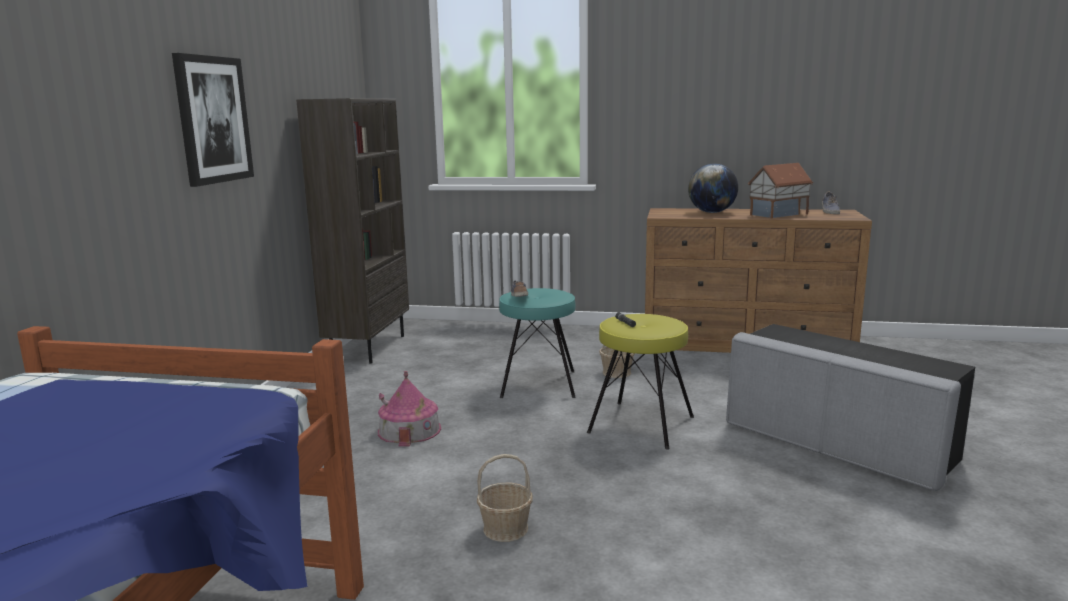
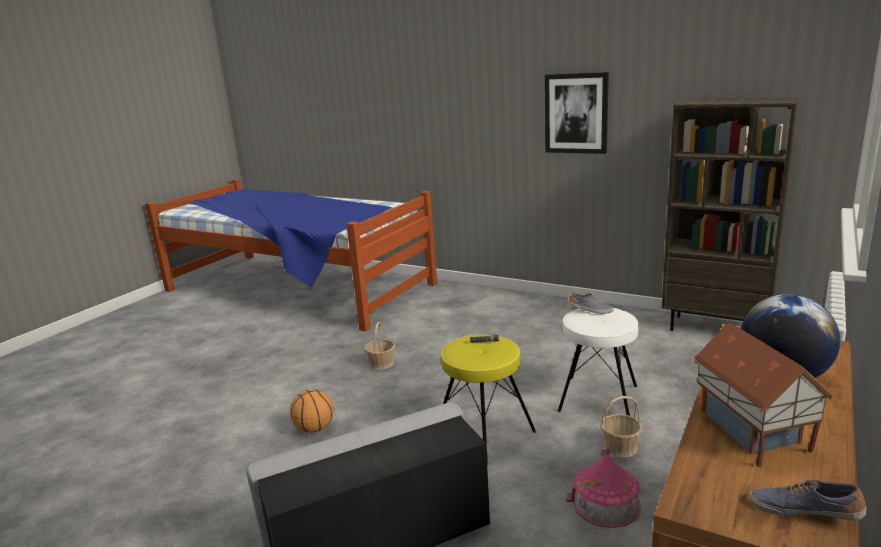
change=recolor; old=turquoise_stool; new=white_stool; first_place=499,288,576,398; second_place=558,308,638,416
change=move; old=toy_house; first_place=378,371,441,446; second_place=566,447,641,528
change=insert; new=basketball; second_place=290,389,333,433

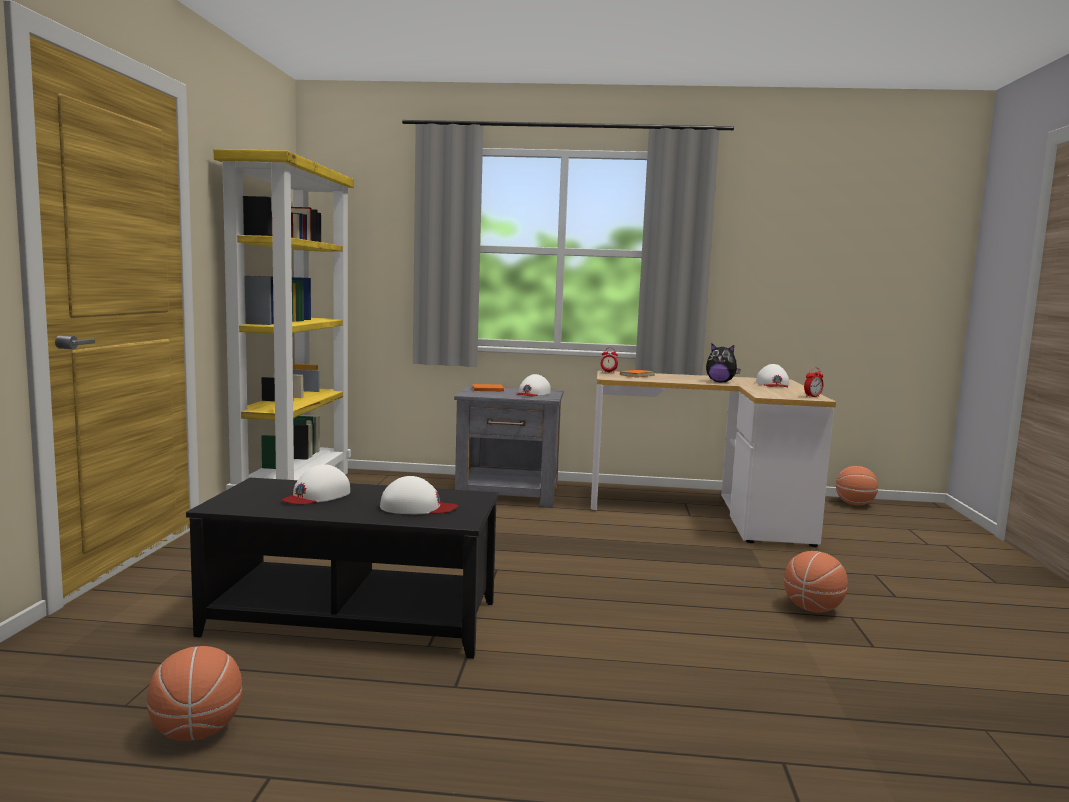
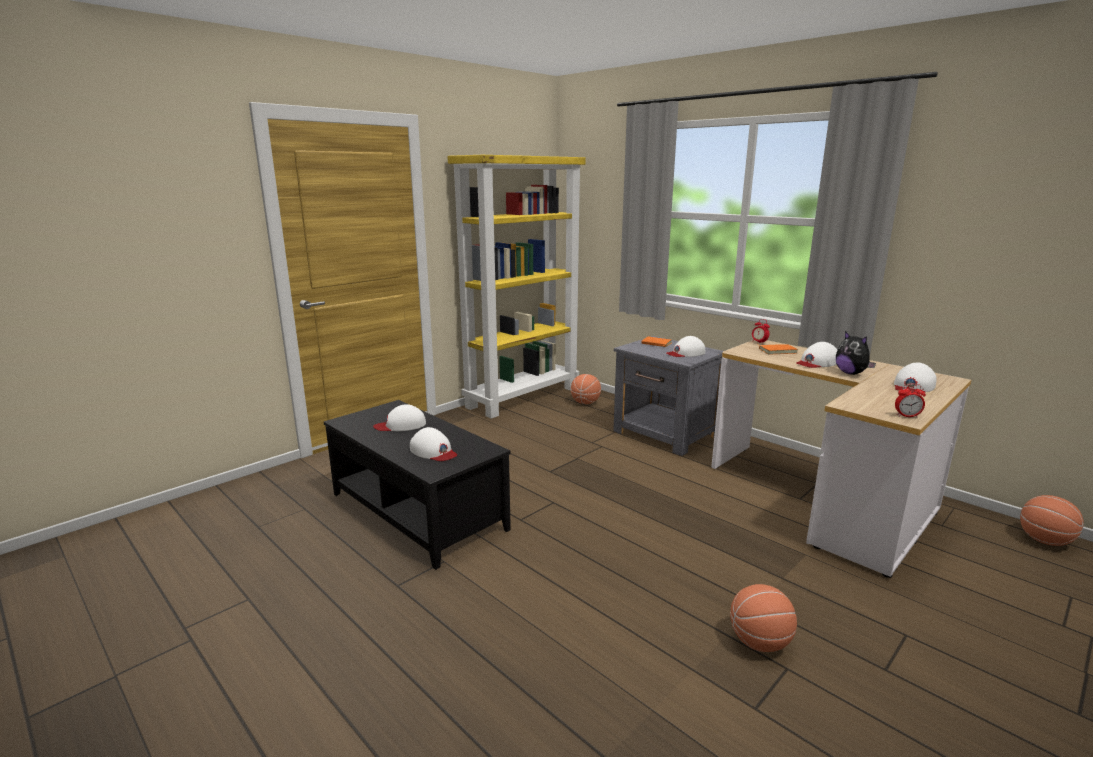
change=move; old=basketball; first_place=147,646,242,741; second_place=571,374,601,404
change=insert; new=white_cap; second_place=796,342,837,368

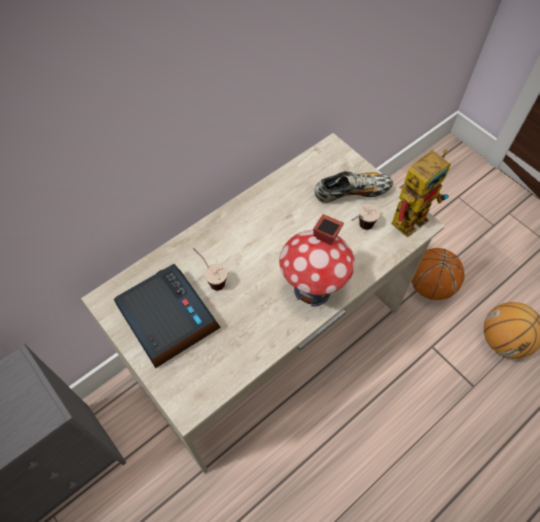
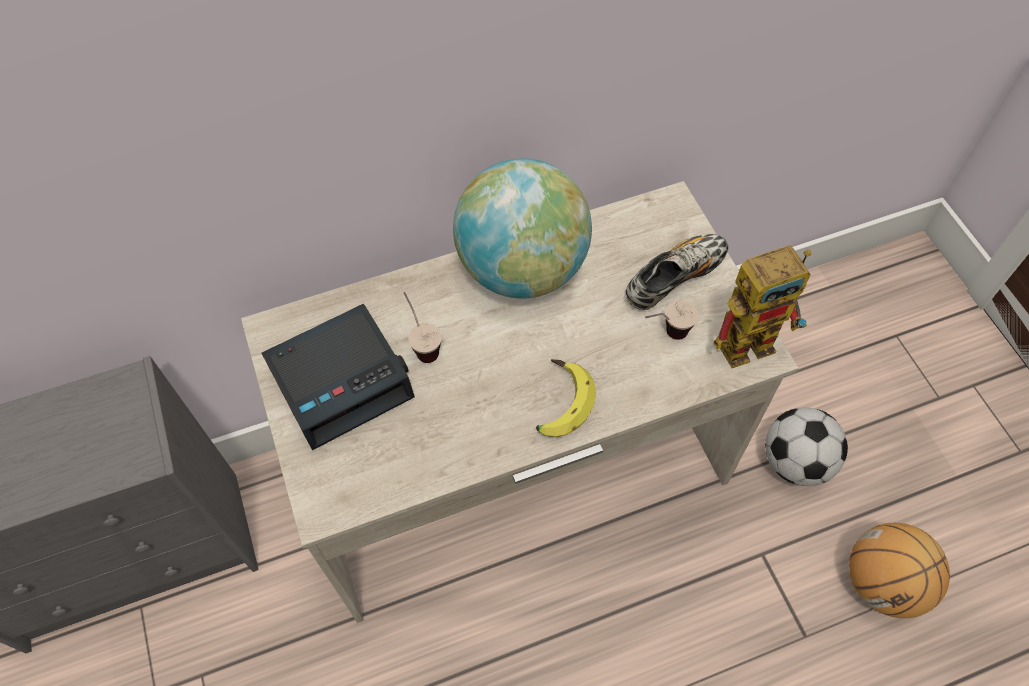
change=rotate; old=shoe; first_place=315,171,393,203; second_place=626,234,728,310; degrees=-45
change=replace; old=toy_house; new=banana; first_place=279,214,355,307; second_place=536,359,596,437
change=replace; old=basketball; new=football; first_place=412,248,465,300; second_place=765,407,848,486
change=rotate; old=alarm_clock; first_place=114,264,221,368; second_place=261,304,415,450; degrees=75
change=insert; new=globe; second_place=453,158,592,298

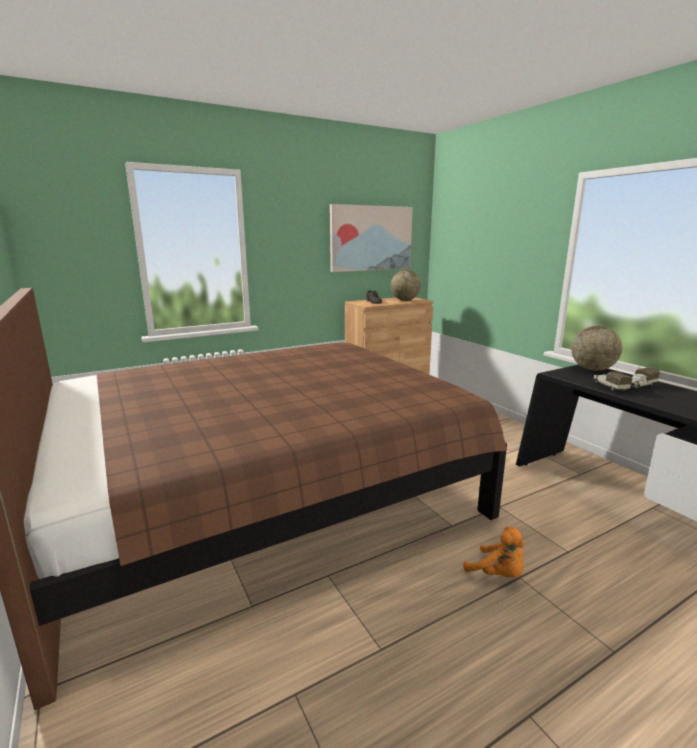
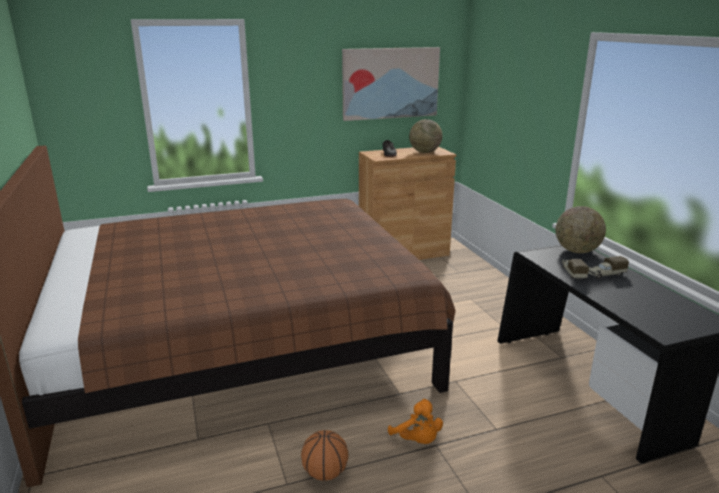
change=insert; new=basketball; second_place=301,430,349,481

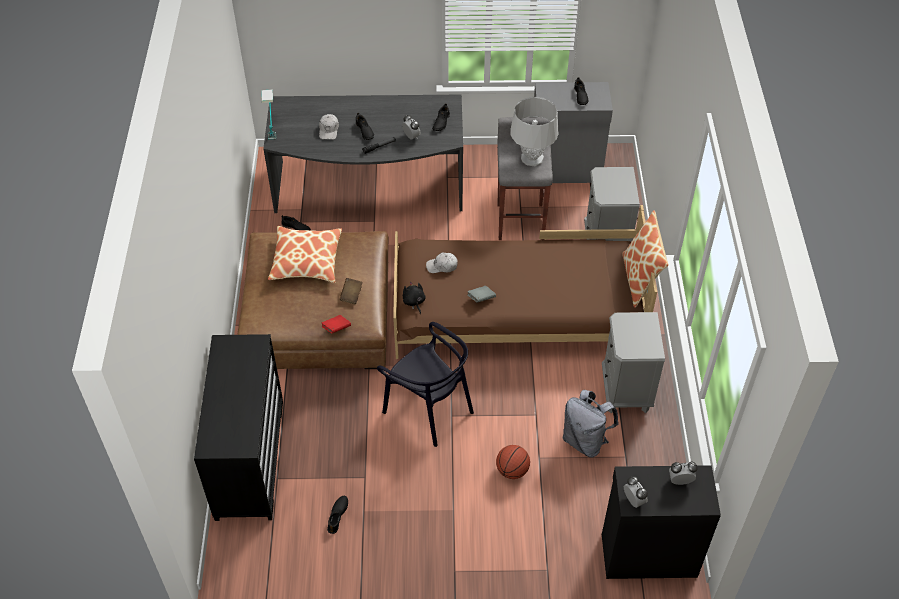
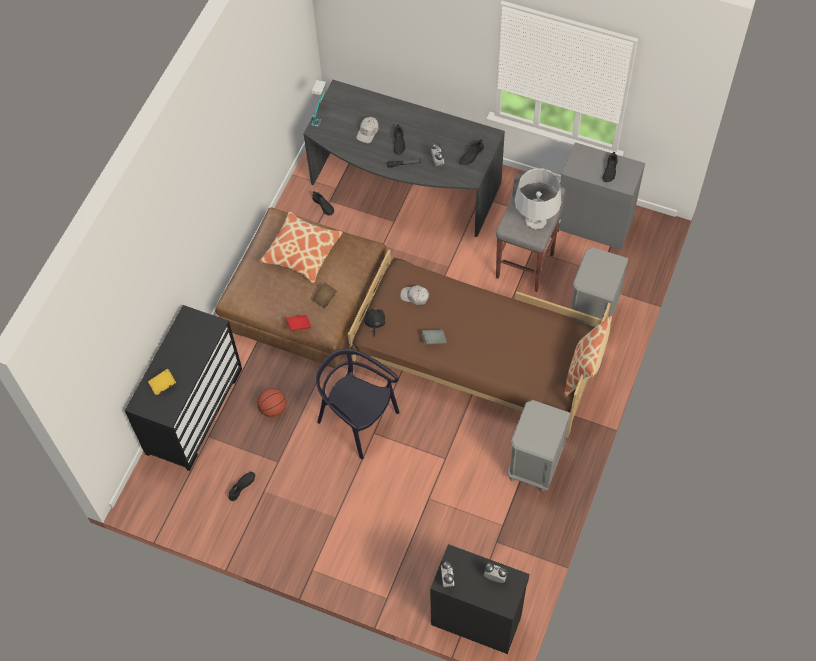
change=rotate; old=black_chair; first_place=377,322,474,447; second_place=316,349,400,459; degrees=150
change=delete; old=grey_backpack; first_place=563,390,619,457
change=move; old=basketball; first_place=496,445,530,479; second_place=257,388,287,417
change=insert; new=yellow_book; second_place=148,369,176,395

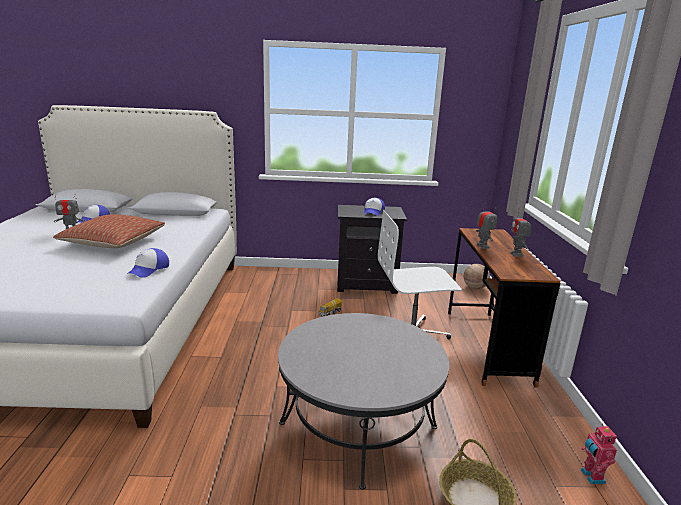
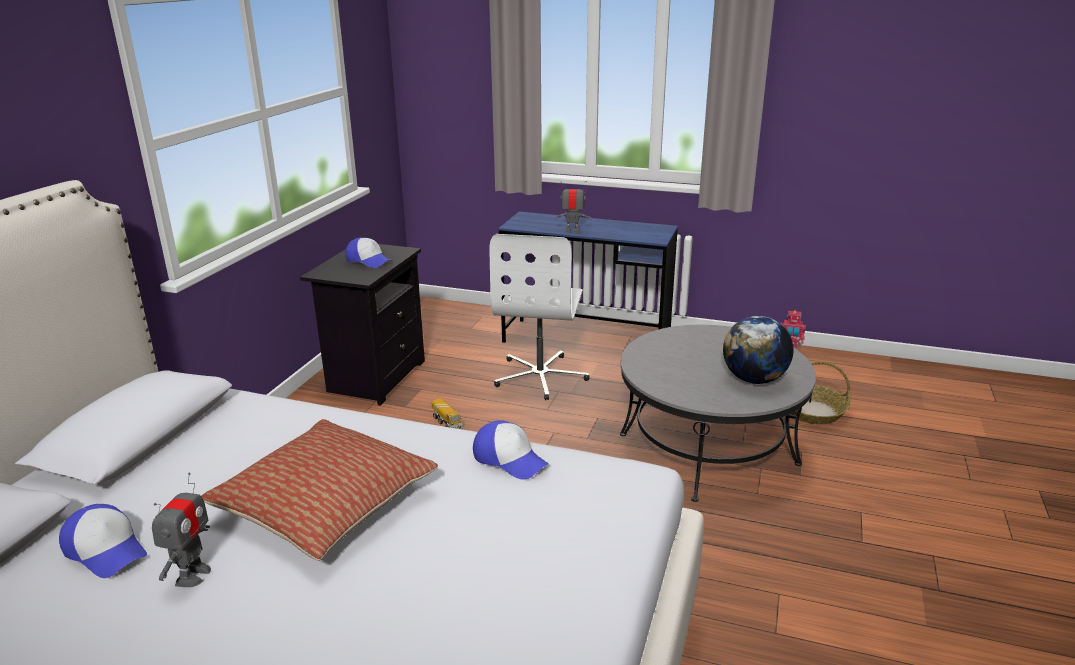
change=delete; old=toy_robot; first_place=510,208,532,257
change=recolor; old=brown_desk; new=blue_desk; first_place=448,228,560,388; second_place=499,212,678,343
change=delete; old=basketball; first_place=464,264,490,289
change=insert; new=globe; second_place=723,316,794,384

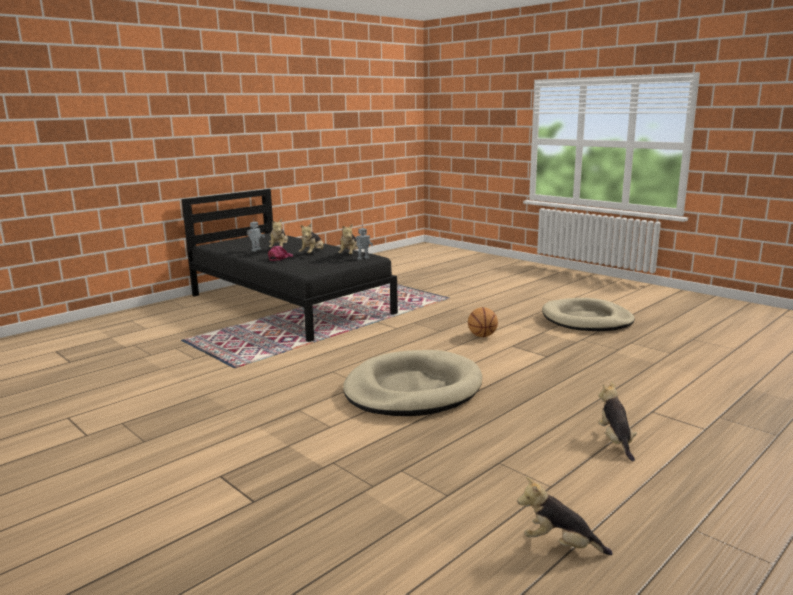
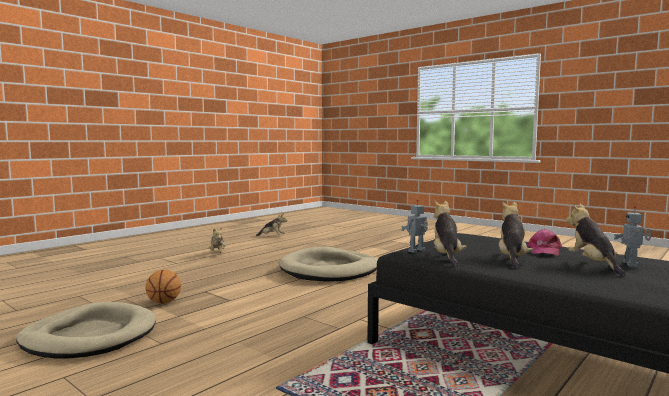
change=move; old=basketball; first_place=468,307,498,337; second_place=145,270,181,304

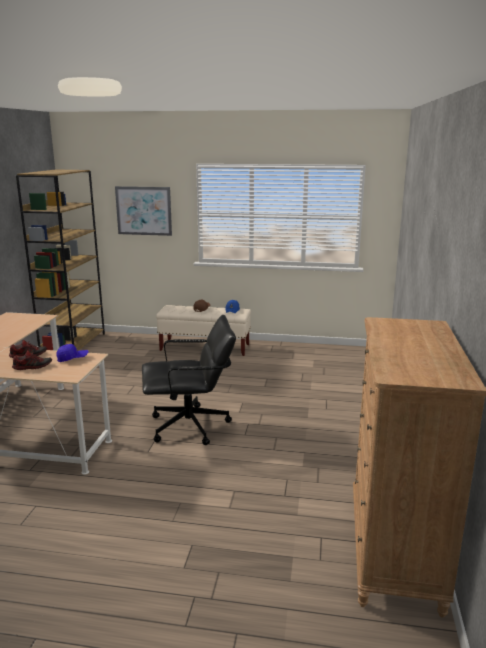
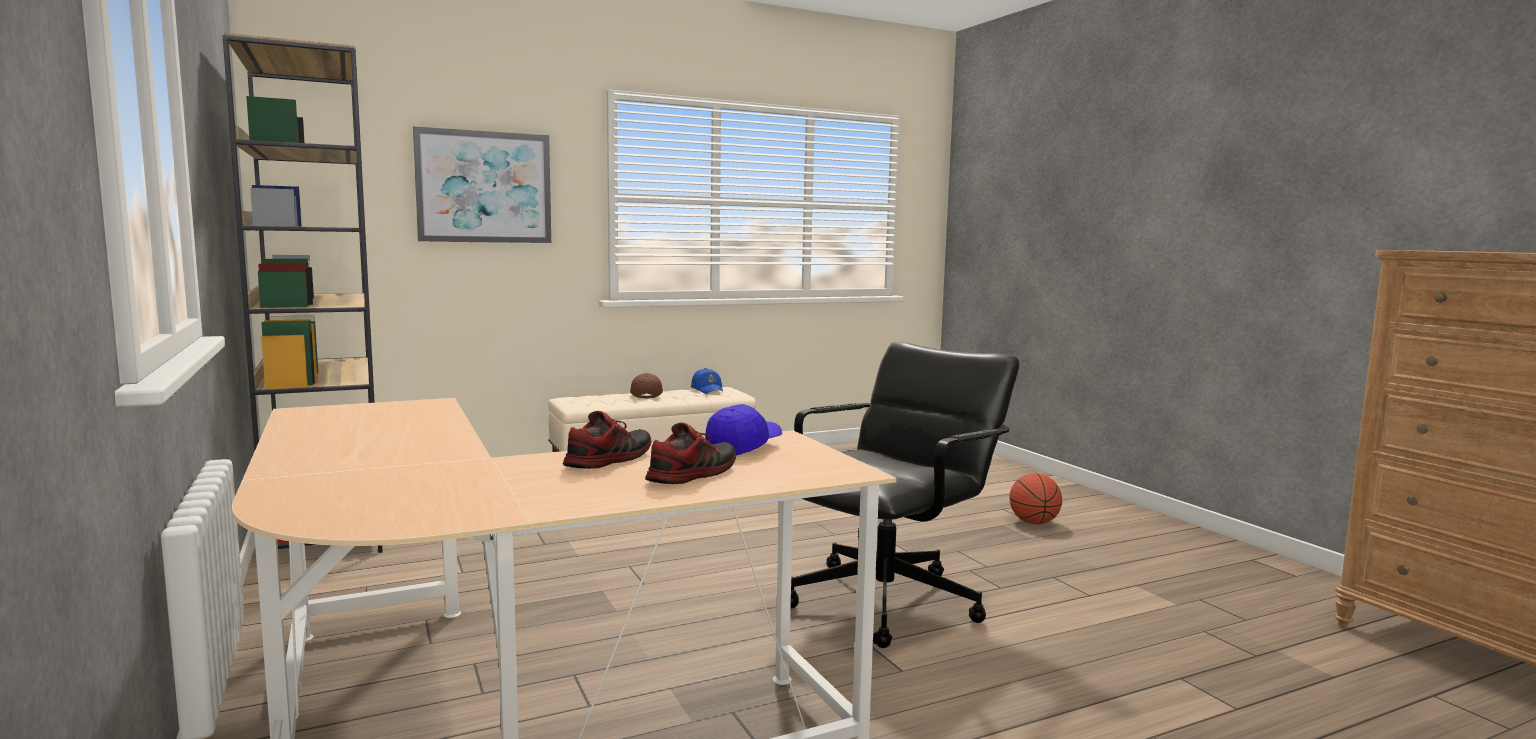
change=insert; new=basketball; second_place=1009,473,1062,525

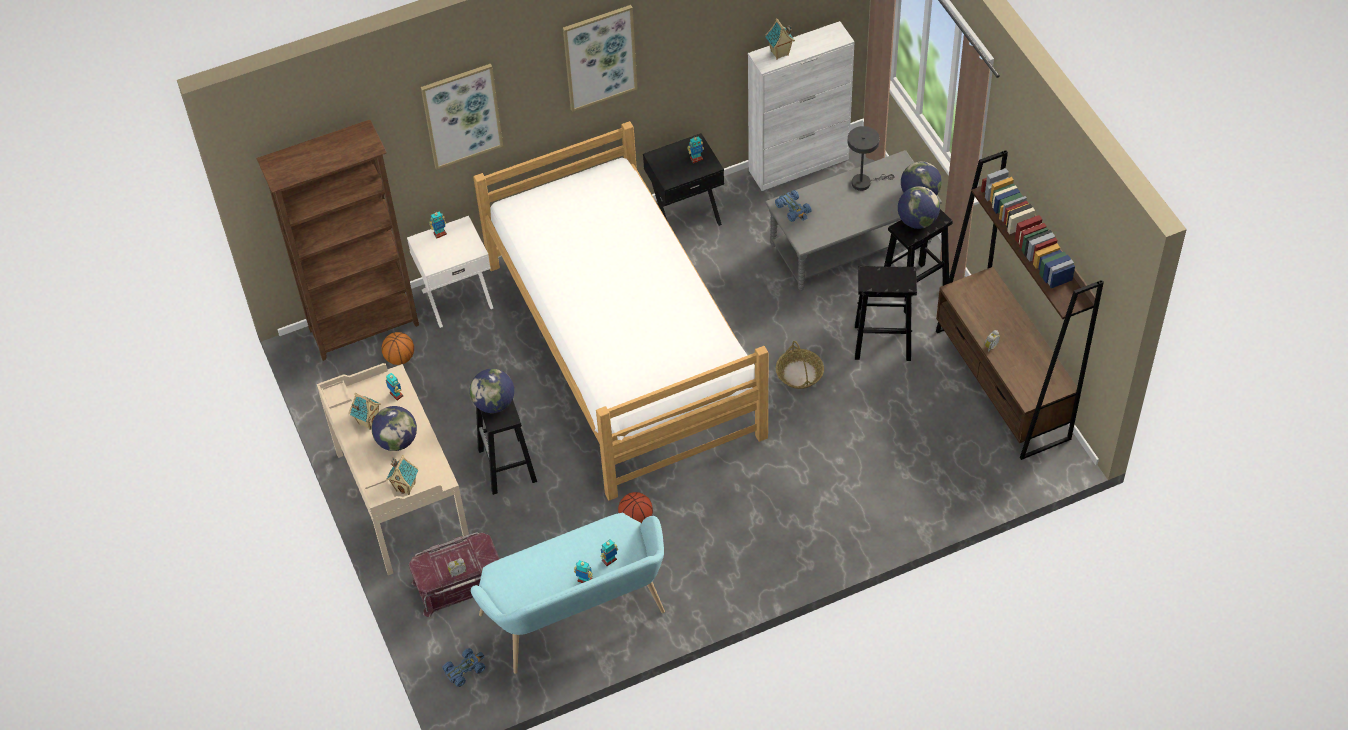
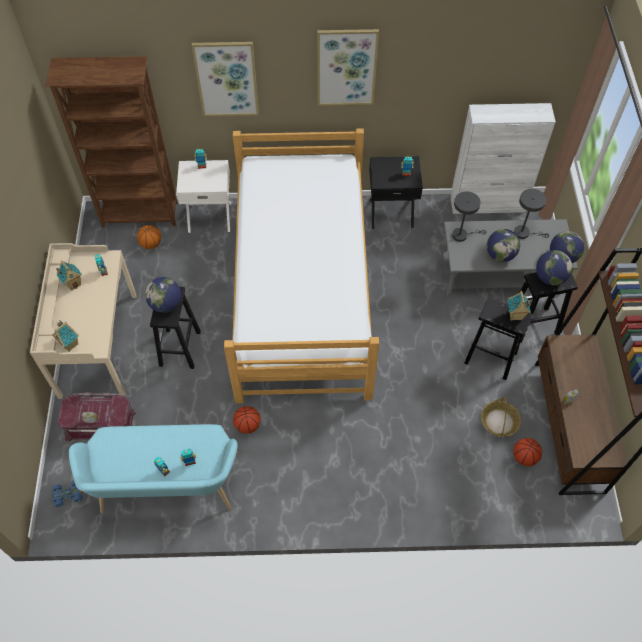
change=move; old=toy_house; first_place=766,18,795,60; second_place=507,290,531,321
change=replace; old=blue_toy_car; new=grey_table_lamp; first_place=775,190,812,222; second_place=452,191,486,242
change=move; old=basket; first_place=776,341,824,389; second_place=481,396,521,437
change=move; old=globe; first_place=372,406,417,451; second_place=487,229,520,262
change=insert; new=basketball; second_place=513,438,542,466

